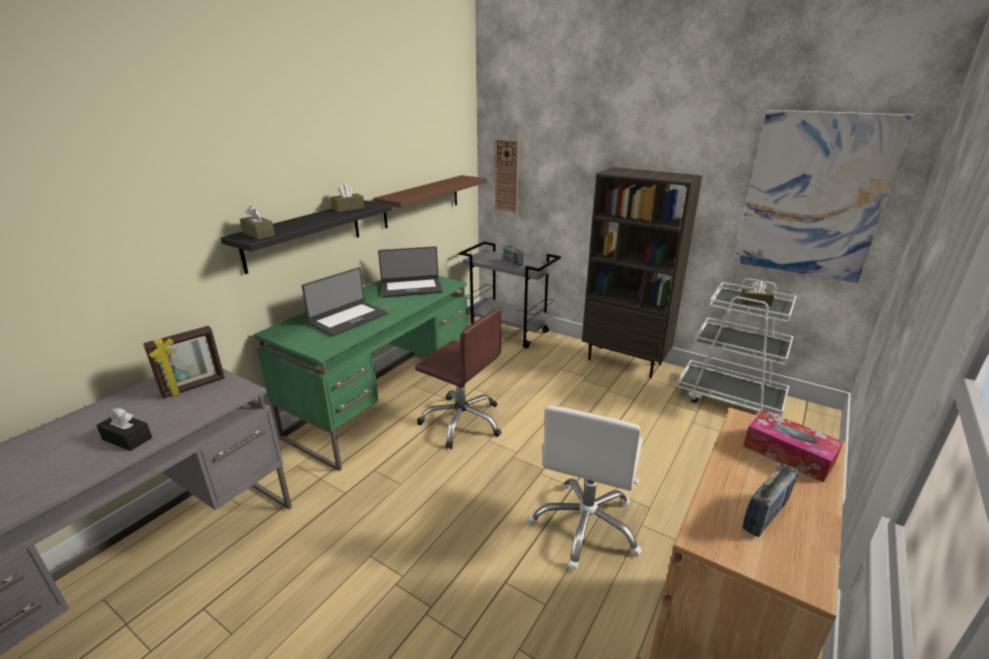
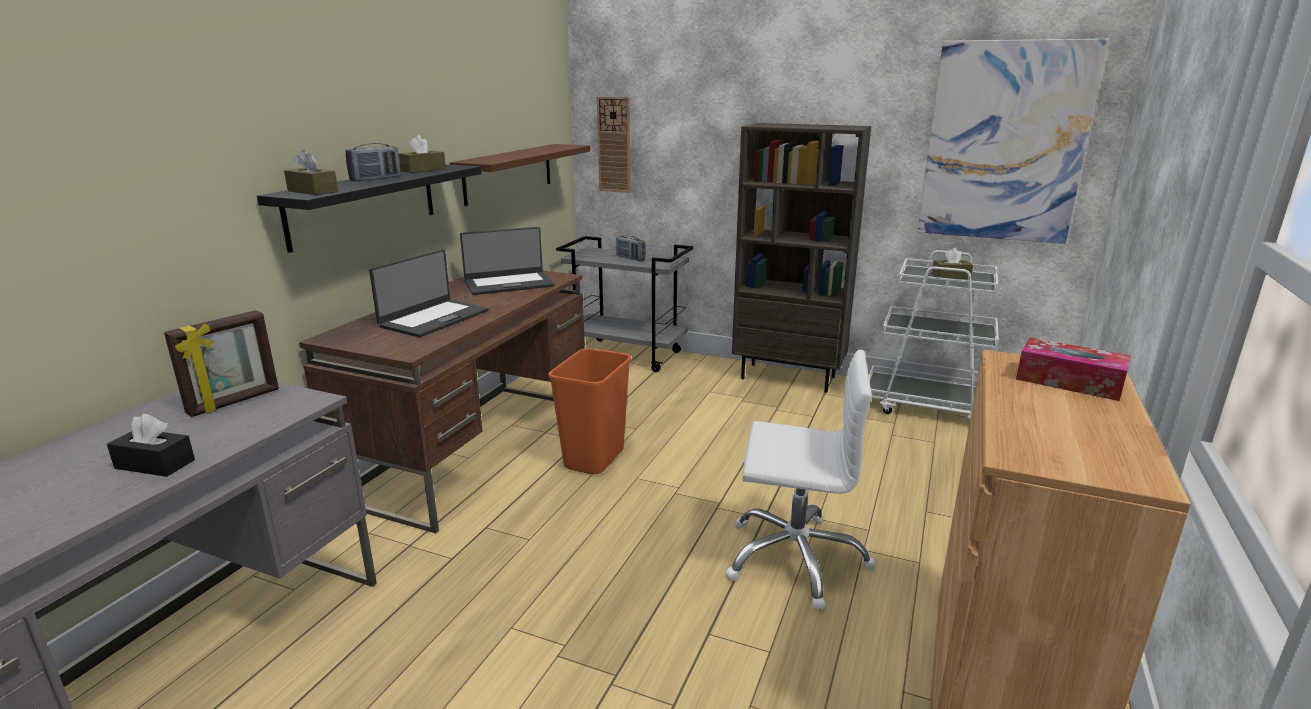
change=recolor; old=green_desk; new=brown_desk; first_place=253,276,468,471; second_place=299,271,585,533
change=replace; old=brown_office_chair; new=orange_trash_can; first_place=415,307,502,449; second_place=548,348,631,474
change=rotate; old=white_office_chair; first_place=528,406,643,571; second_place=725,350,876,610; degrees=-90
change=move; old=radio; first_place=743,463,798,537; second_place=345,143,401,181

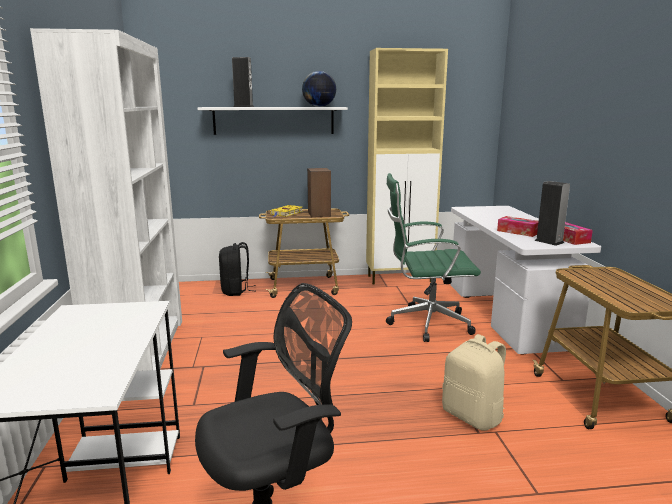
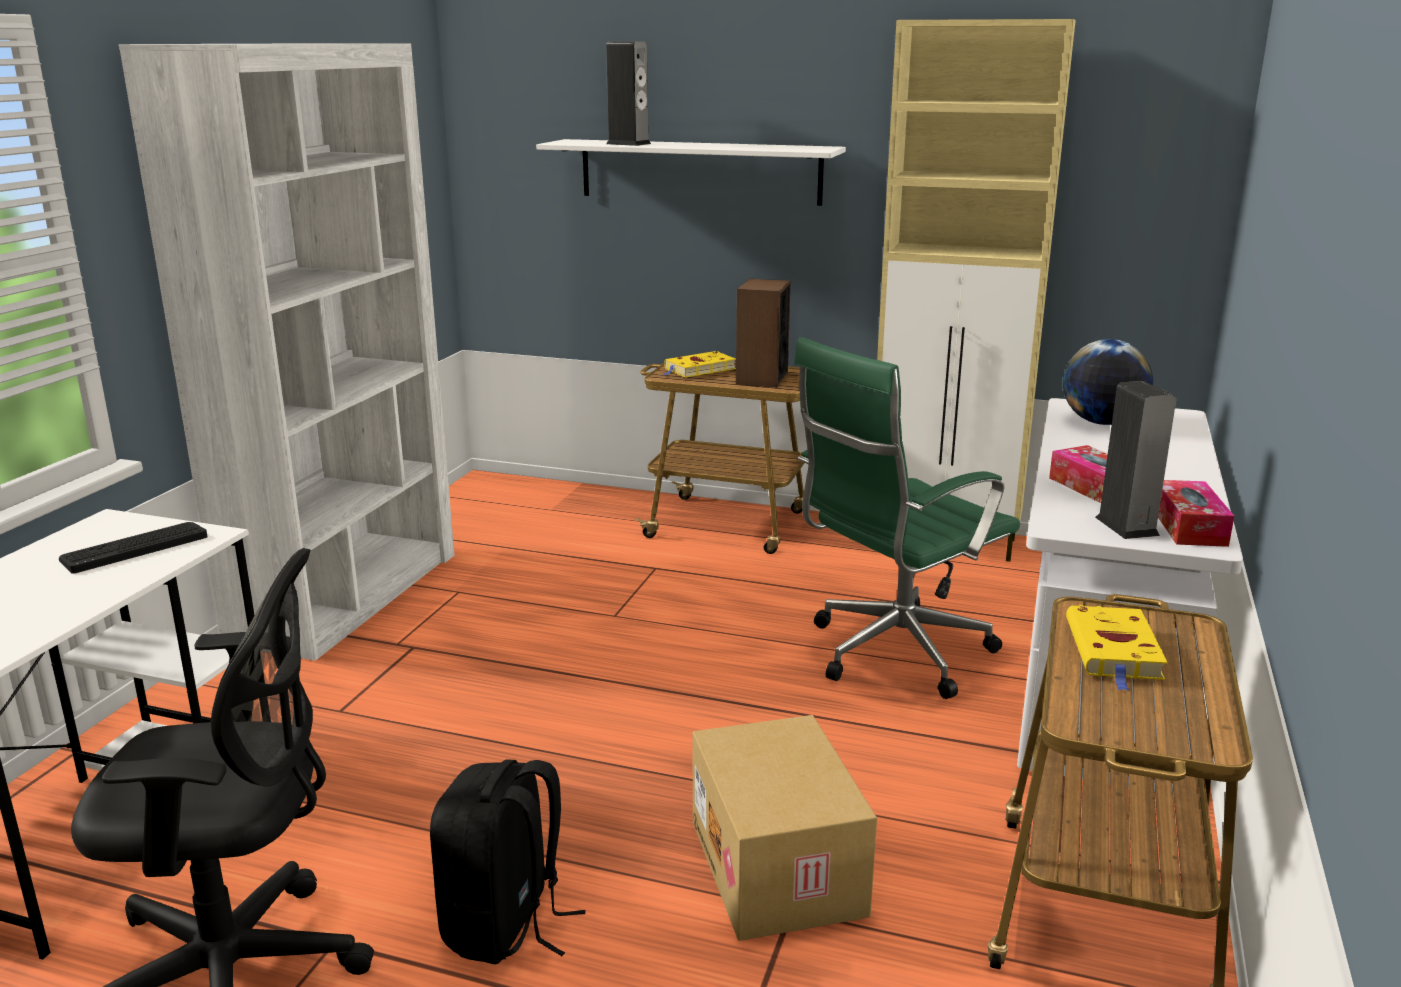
change=move; old=globe; first_place=302,71,336,107; second_place=1063,339,1153,425
change=rotate; old=green_office_chair; first_place=386,173,481,342; second_place=794,337,1020,699; degrees=-60
change=move; old=black_backpack; first_place=219,242,256,296; second_place=430,760,585,964
change=replace; old=beige_backpack; new=cardboard_box; first_place=442,334,506,431; second_place=693,715,877,941
change=insert; new=keyboard; second_place=59,522,208,574
change=insert; new=yellow_book; second_place=1066,605,1168,691

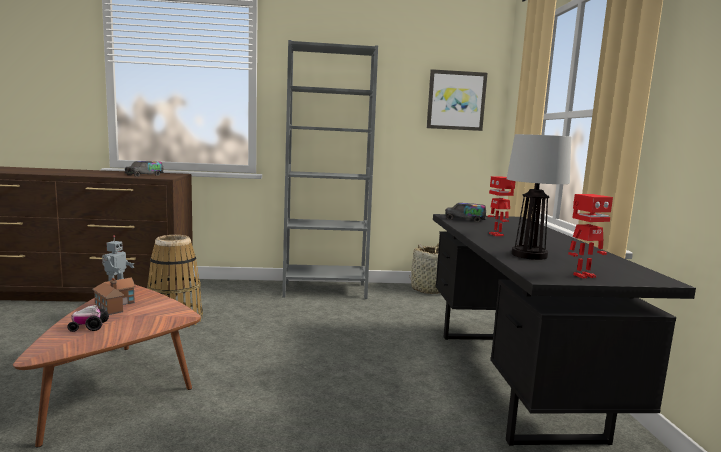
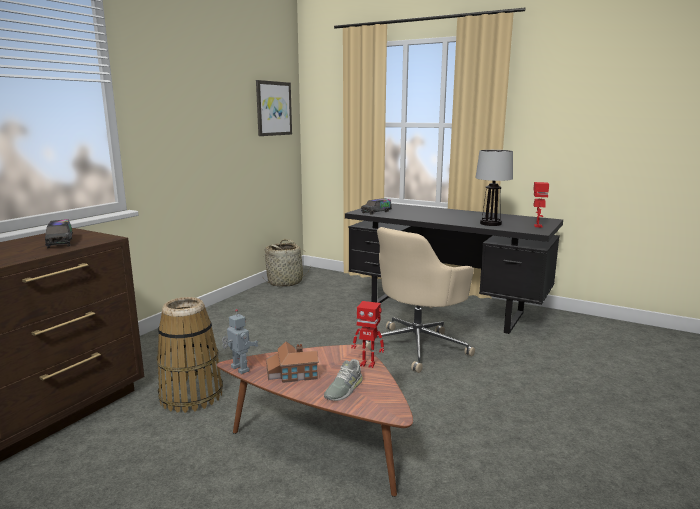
change=delete; old=grey_bookcase; first_place=282,40,378,299
change=move; old=toy_robot; first_place=487,176,515,236; second_place=351,301,384,368
change=replace; old=toy_car; new=grey_shoe; first_place=67,305,109,332; second_place=324,359,363,401
change=insert; new=beige_office_chair; second_place=362,227,475,373

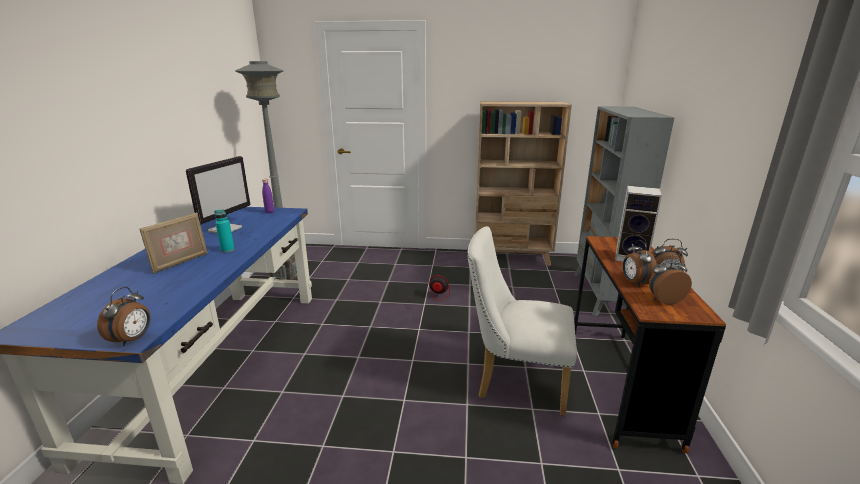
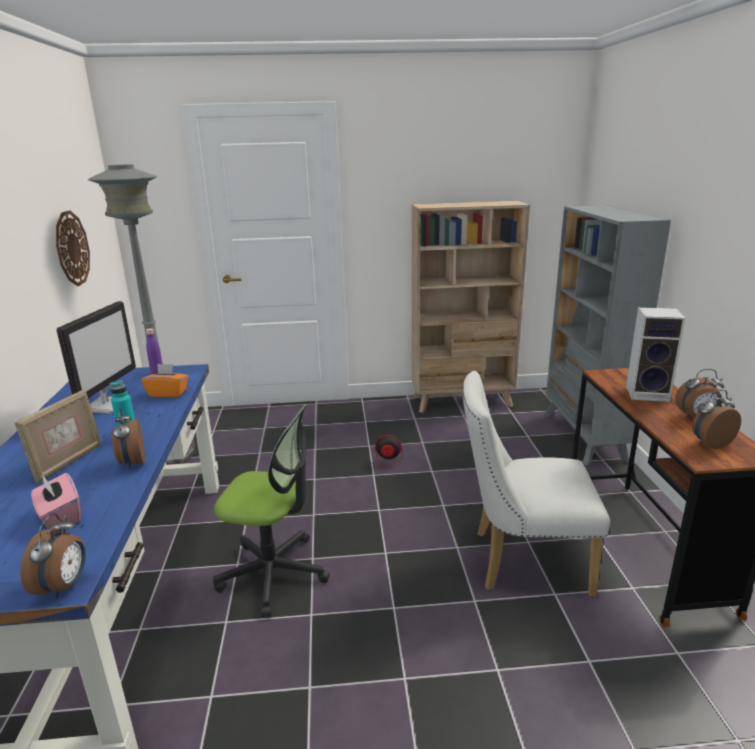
change=move; old=alarm_clock; first_place=623,240,657,287; second_place=112,408,145,469
change=insert; new=wall_clock; second_place=56,210,90,286
change=insert; new=orange_tissue_box; second_place=141,364,189,397
change=insert; new=office_chair; second_place=213,404,330,617
change=insert; new=pink_tissue_box; second_place=31,473,81,530

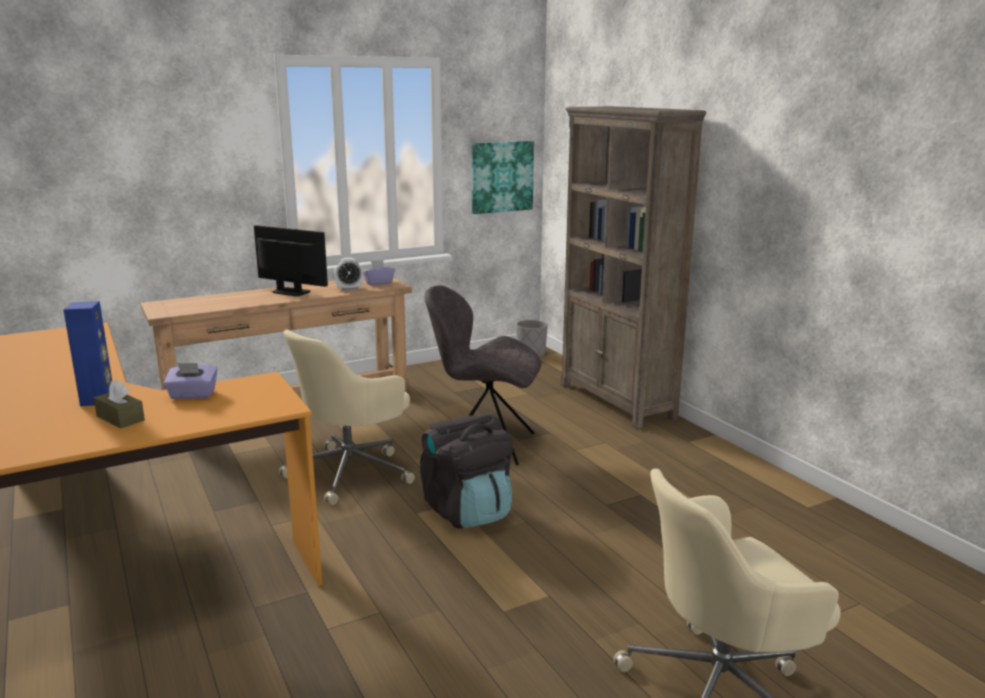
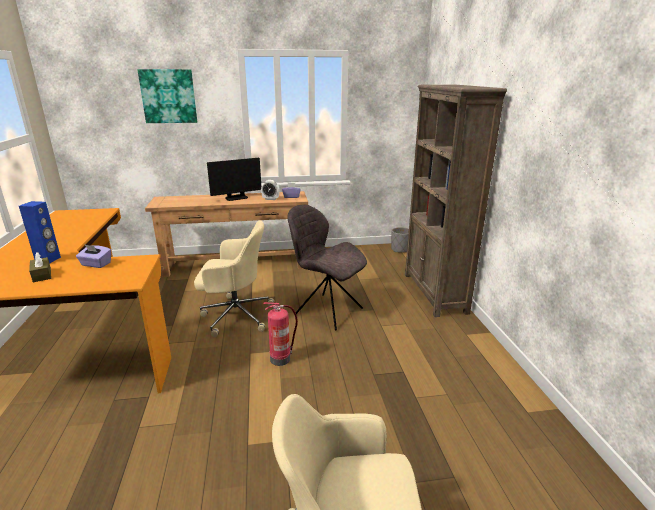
change=move; old=picture; first_place=472,141,534,214; second_place=138,69,197,123
change=rotate; old=monitor; first_place=254,225,328,296; second_place=207,158,261,201; degrees=105
change=rotate; old=beige_office_chair; first_place=279,330,415,505; second_place=194,220,274,337; degrees=-150
change=replace; old=black_backpack; new=fire_extinguisher; first_place=420,414,513,529; second_place=263,302,298,366

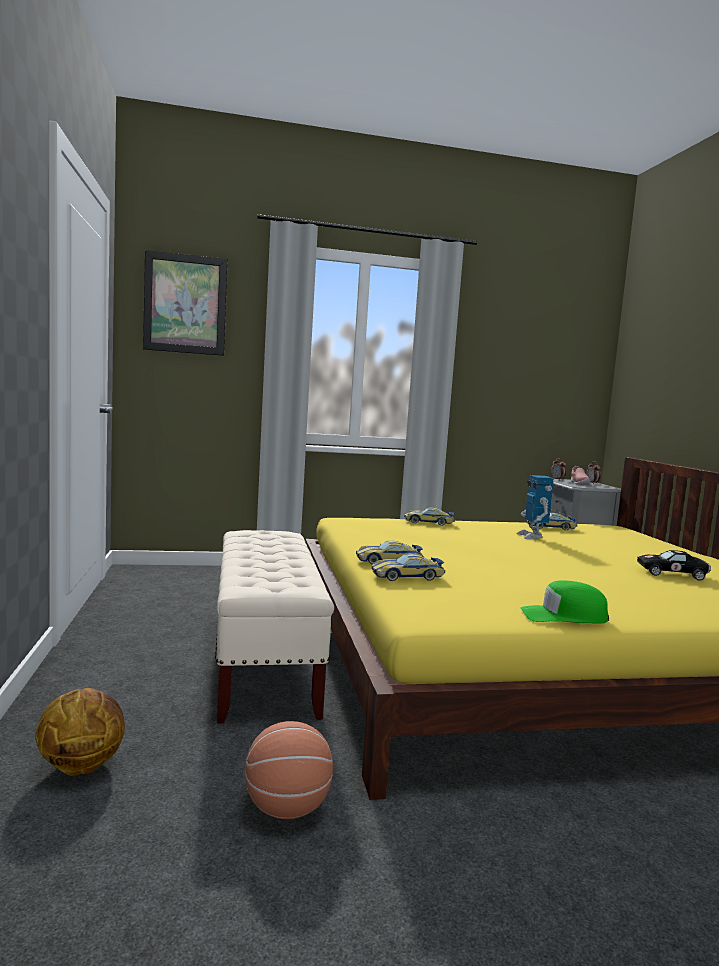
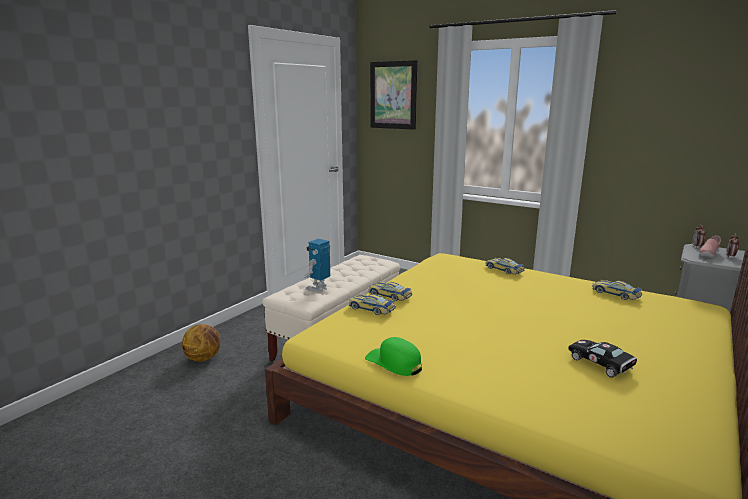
change=move; old=toy_robot; first_place=516,475,554,539; second_place=304,239,331,292
change=delete; old=basketball; first_place=245,721,333,819

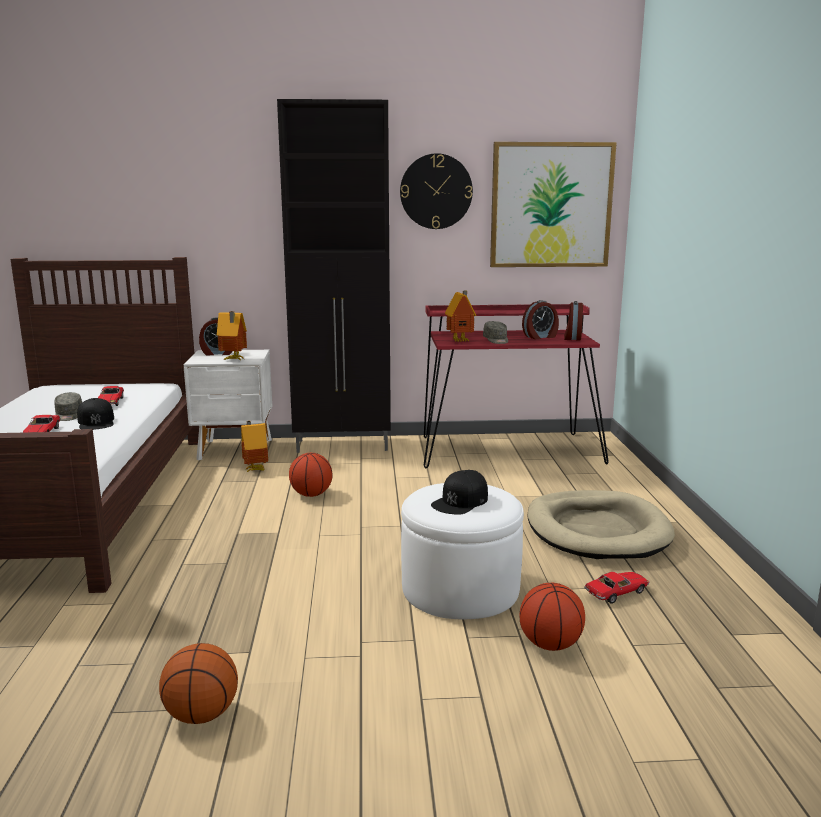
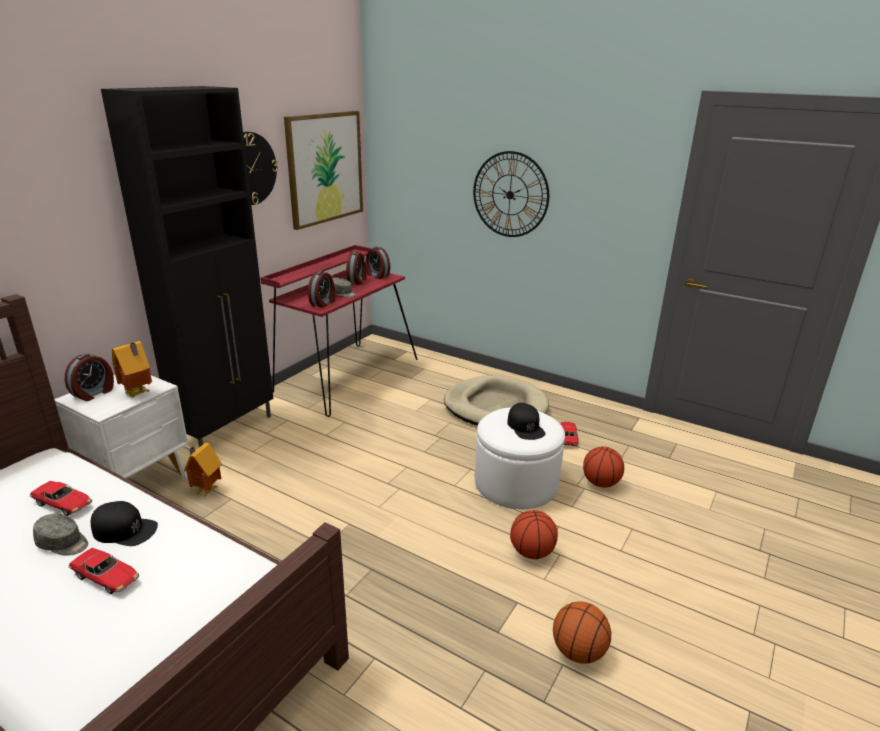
change=replace; old=toy_house; new=alarm_clock; first_place=445,291,477,342; second_place=308,271,335,308
change=move; old=basketball; first_place=289,453,332,497; second_place=510,510,558,559
change=insert; new=wall_clock; second_place=473,151,549,237

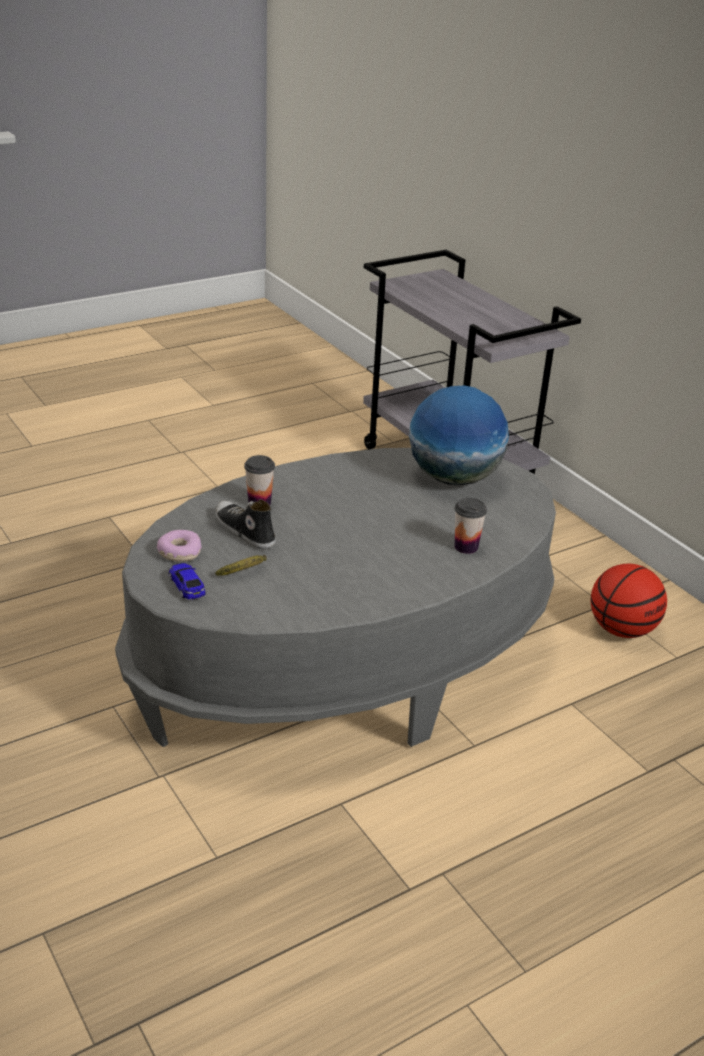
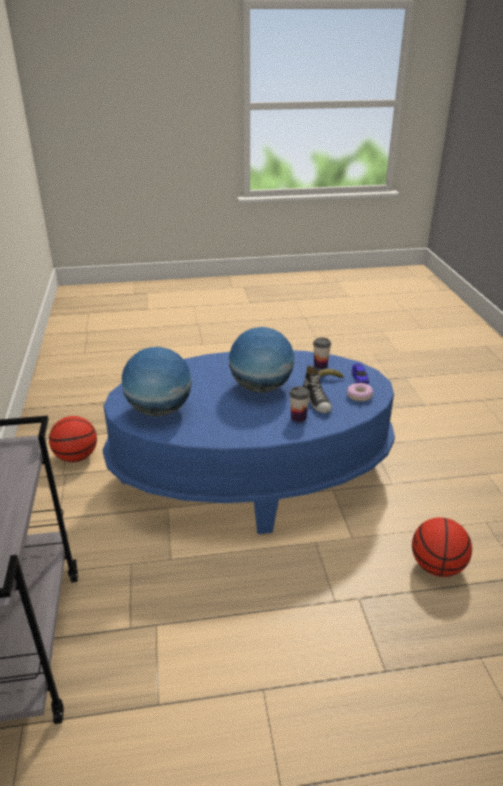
change=recolor; old=grey_coffee_table; new=blue_coffee_table; first_place=115,448,556,747; second_place=102,350,395,534
change=move; old=cup; first_place=455,498,487,554; second_place=313,337,331,369
change=insert; new=globe; second_place=229,327,294,393
change=insert; new=basketball; second_place=412,517,472,577

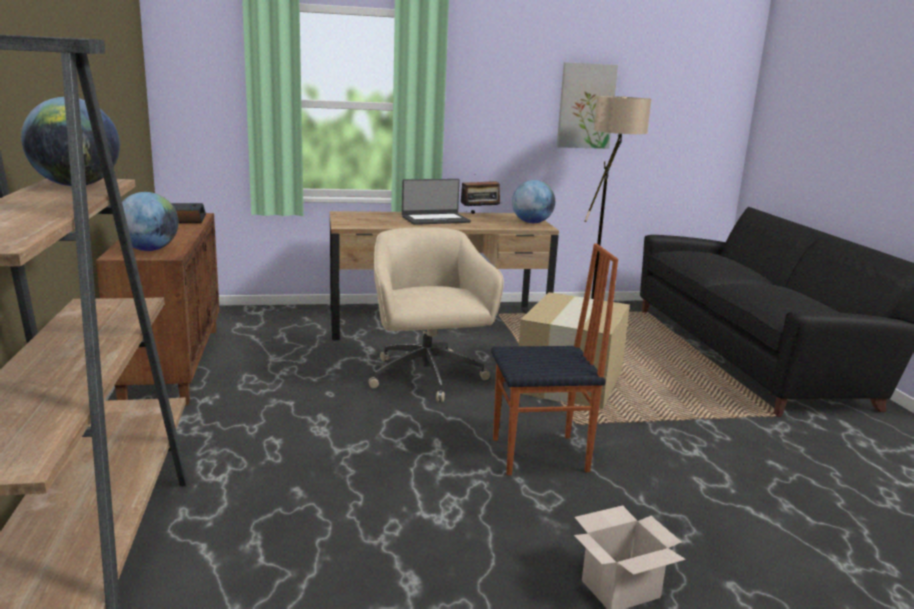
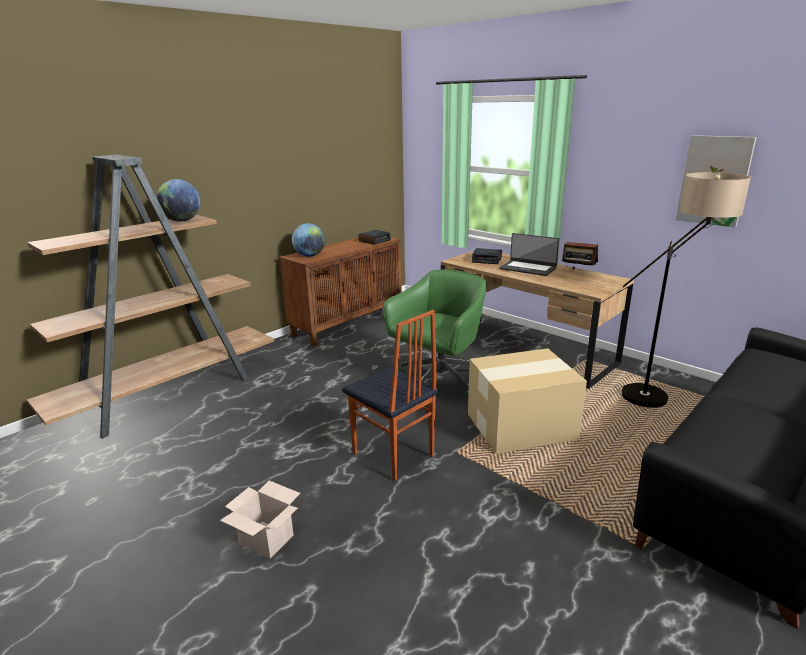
change=delete; old=globe; first_place=512,180,555,223
change=recolor; old=beige_office_chair; new=green_office_chair; first_place=368,227,504,402; second_place=383,269,487,397
change=insert; new=alarm_clock; second_place=472,248,502,264

